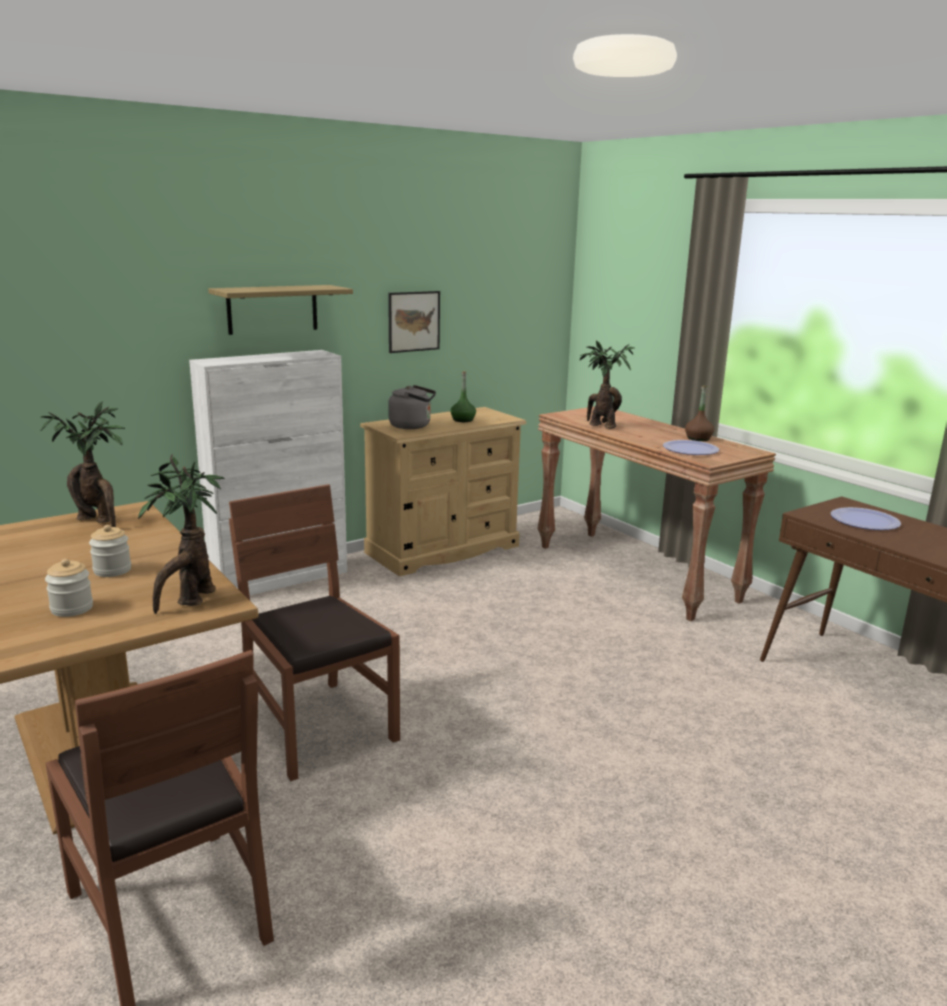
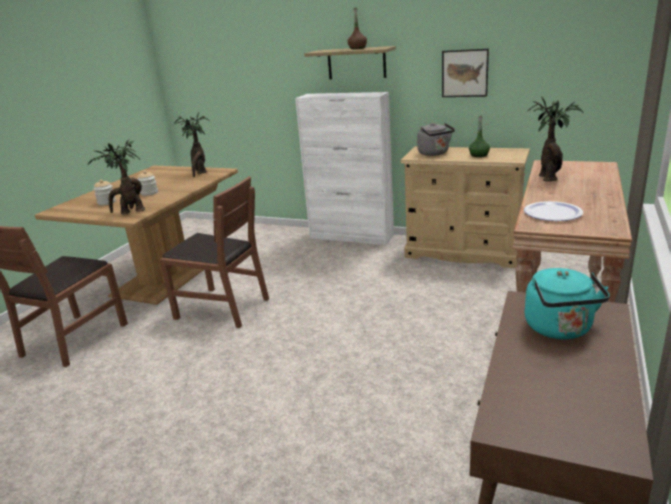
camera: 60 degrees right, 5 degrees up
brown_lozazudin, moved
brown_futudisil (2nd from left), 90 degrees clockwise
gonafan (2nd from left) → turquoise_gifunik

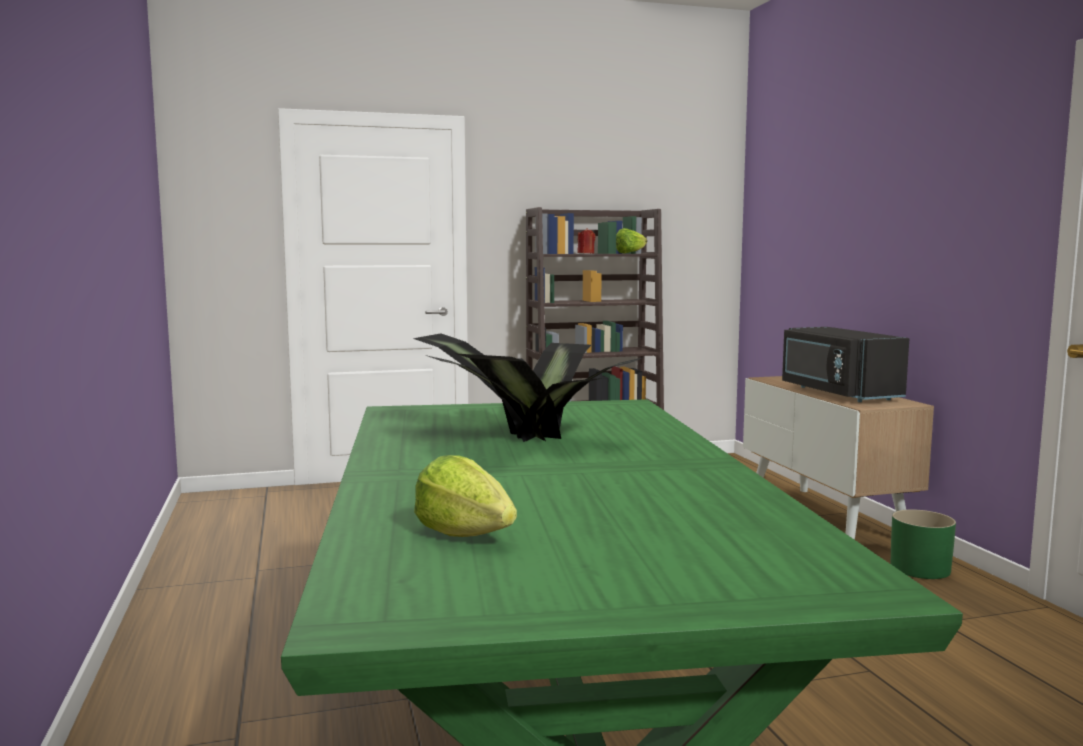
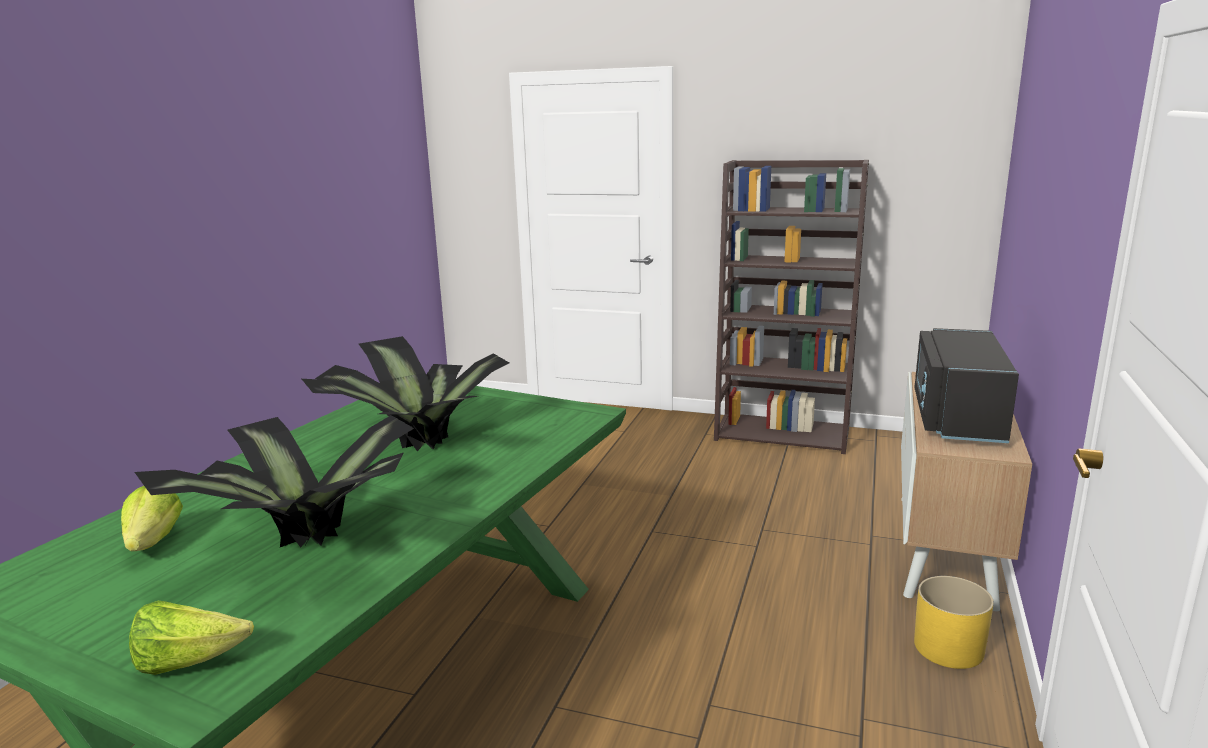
camera: 35 degrees right, 10 degrees up
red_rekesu → -
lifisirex (2nd from left), moved
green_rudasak → yellow_rudasak
- → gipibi (1st from left)

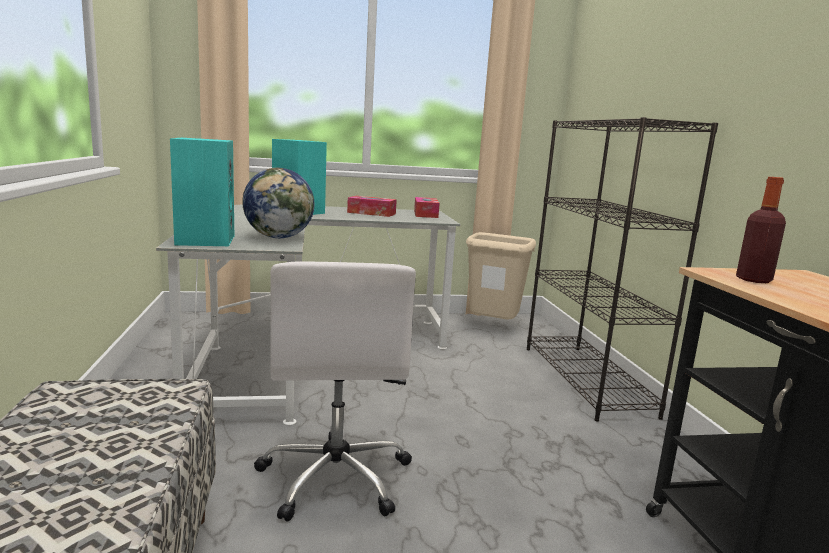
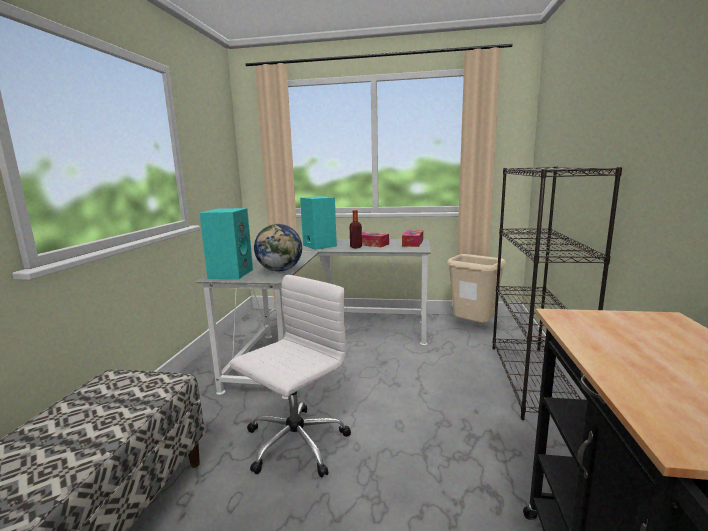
camera: 20 degrees right, 0 degrees up
lozazudin, moved
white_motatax, 150 degrees counterclockwise

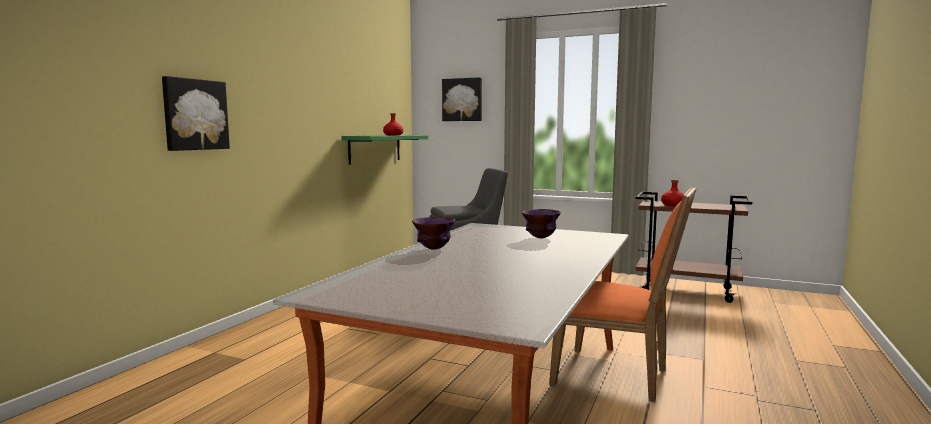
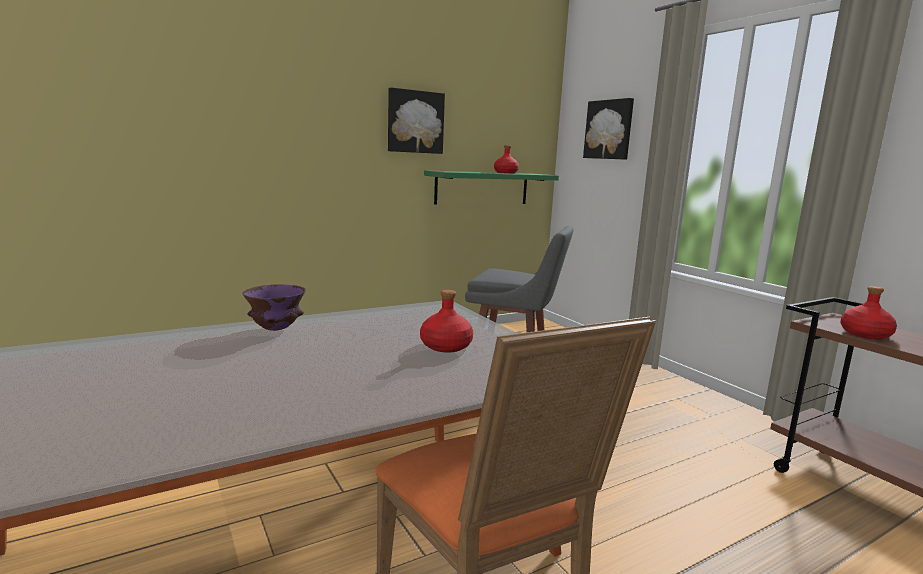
camera: 35 degrees right, 5 degrees up
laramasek (1st from left), moved
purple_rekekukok (2nd from left) → red_lozazudin (1st from left)

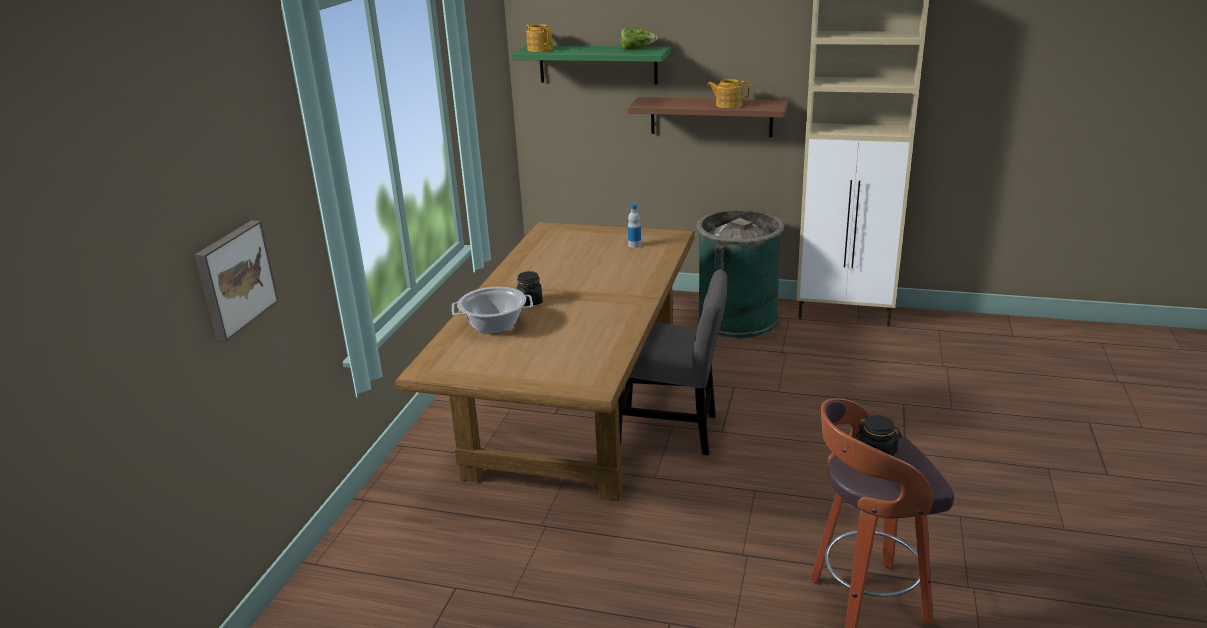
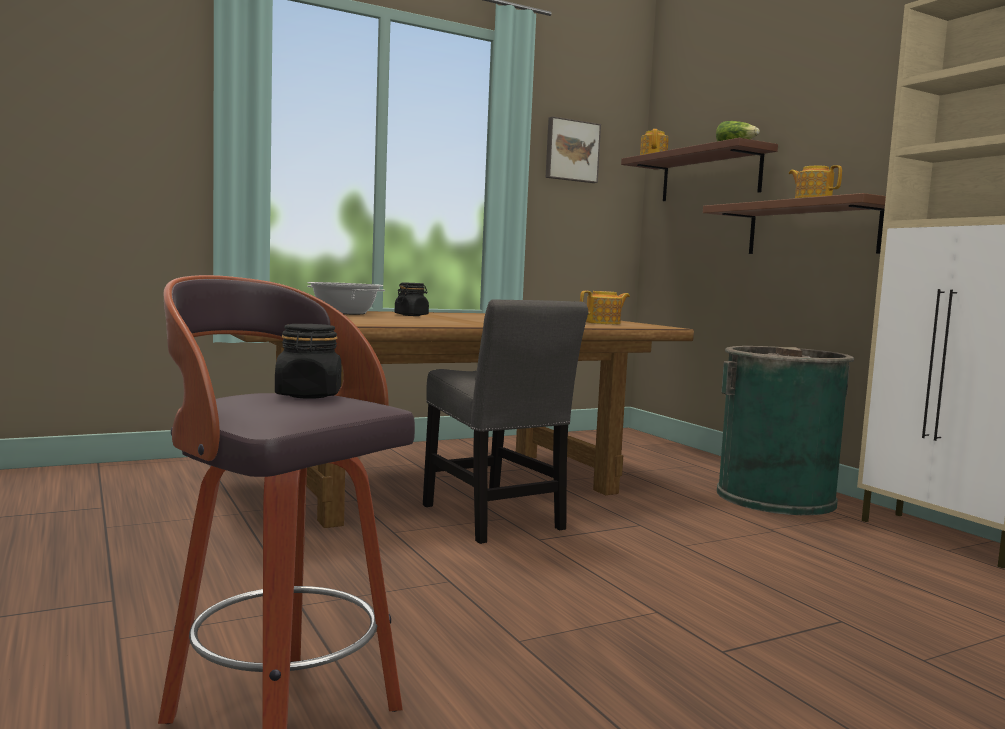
camera: 45 degrees right, 20 degrees down
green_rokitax → brown_rokitax (1st from left)
lozazudin → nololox (1st from left)
laramasek, moved

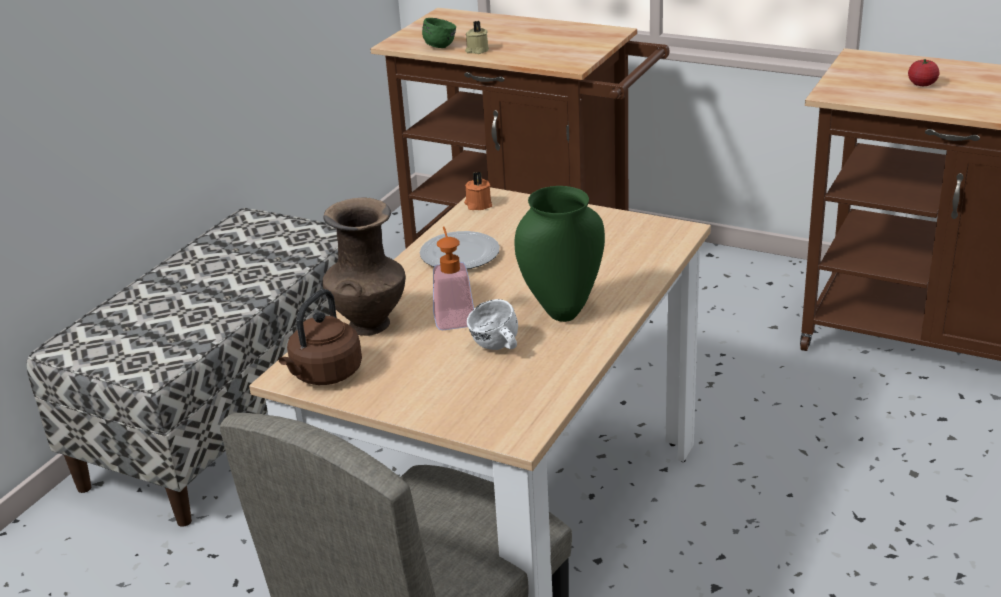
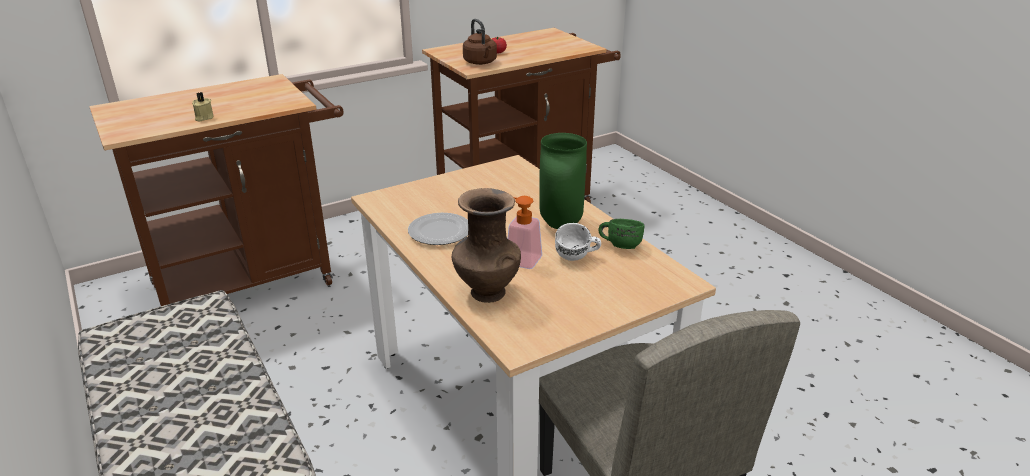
camera: 60 degrees left, 0 degrees up
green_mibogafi, moved
orange_rekesu → -
brown_gifunik, moved

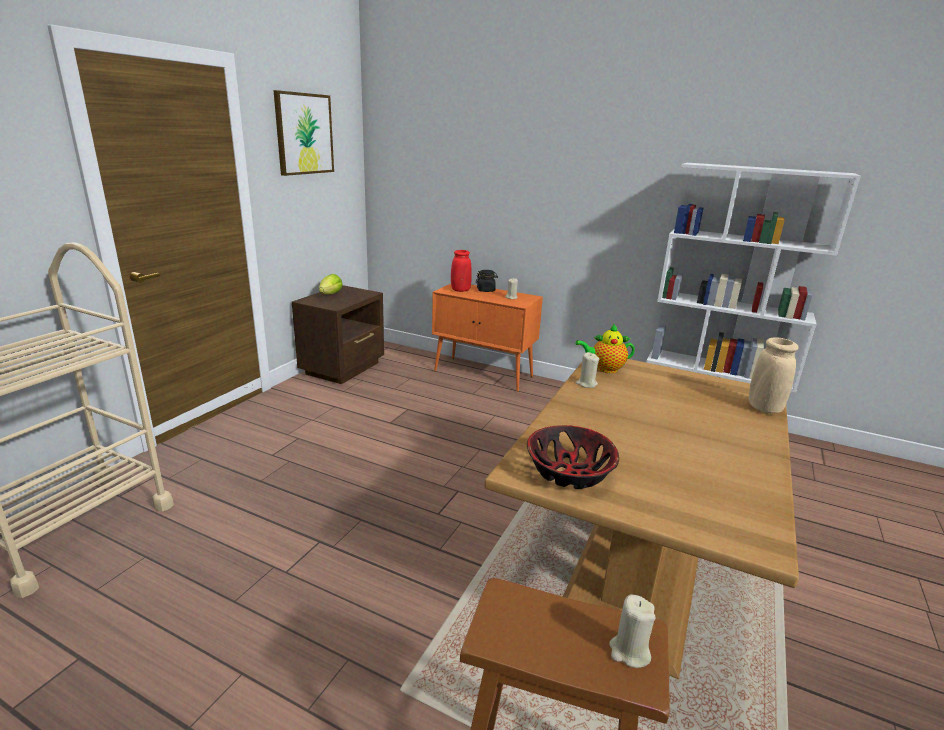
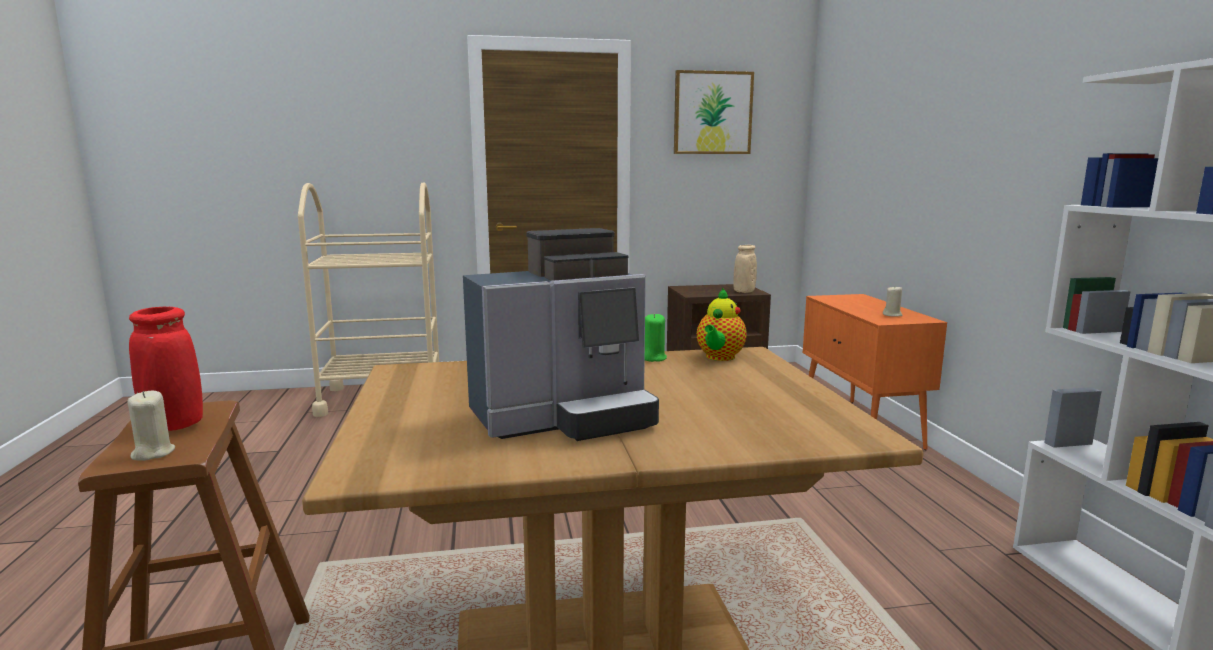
camera: 55 degrees right, 10 degrees down
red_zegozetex, moved
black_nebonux → -
lifisirex → -
nololox, 120 degrees counterclockwise
beige_zegozetex, moved
beige_rekesu (2nd from left) → green_rekesu
rekekukok → -
- → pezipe

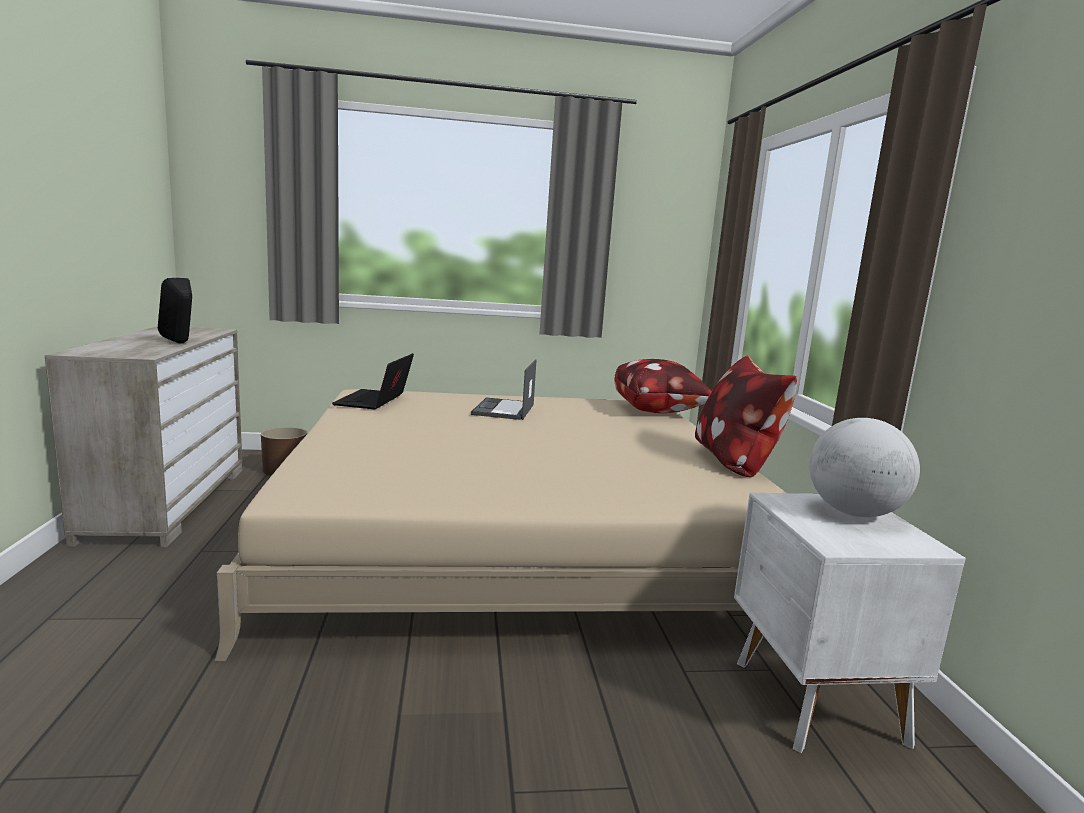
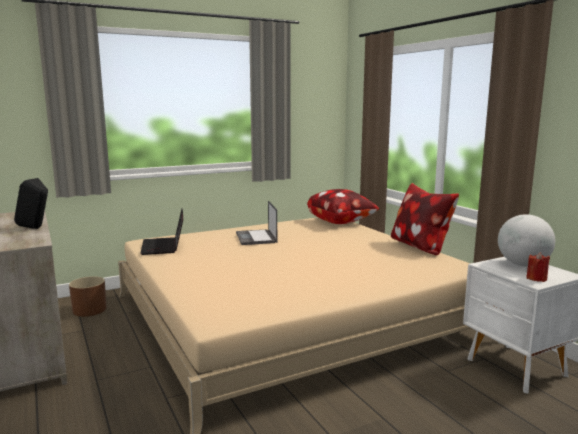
camera: 20 degrees left, 0 degrees up
- → red_rekesu

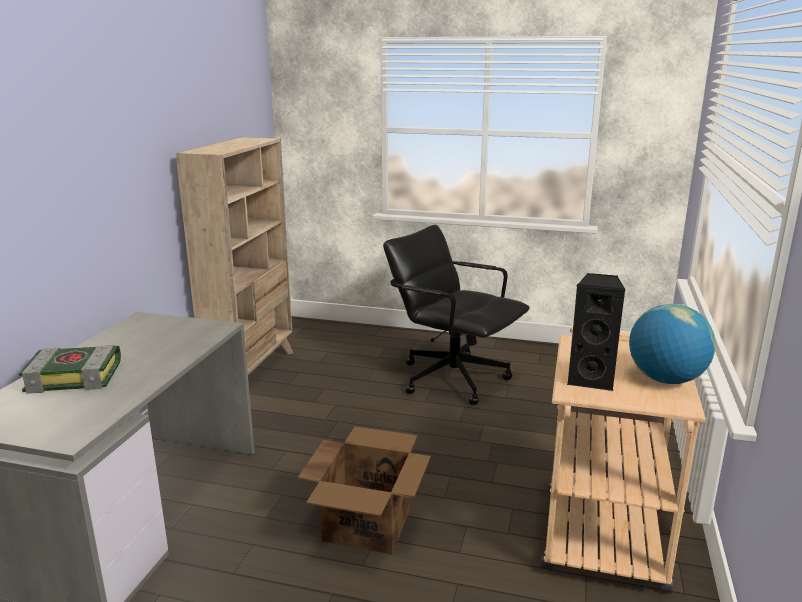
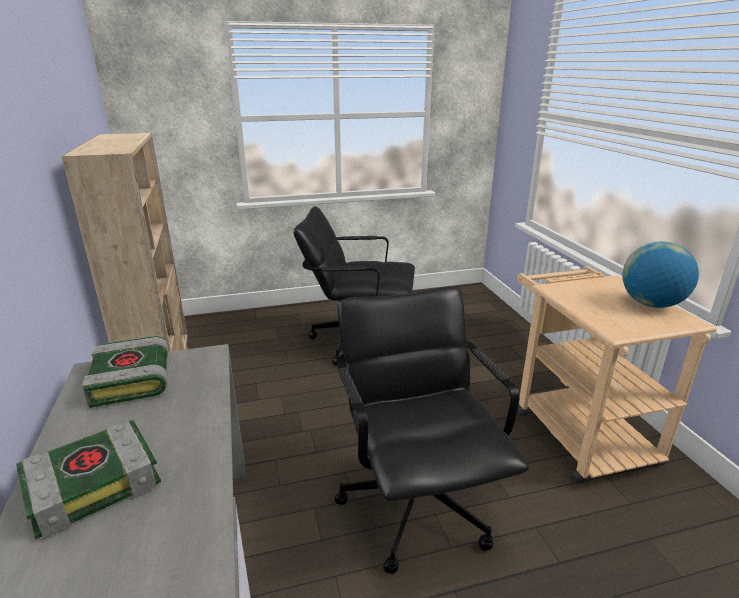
camera: 30 degrees left, 5 degrees up
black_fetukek → -
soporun → black_motatax (2nd from left)
- → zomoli (2nd from left)

